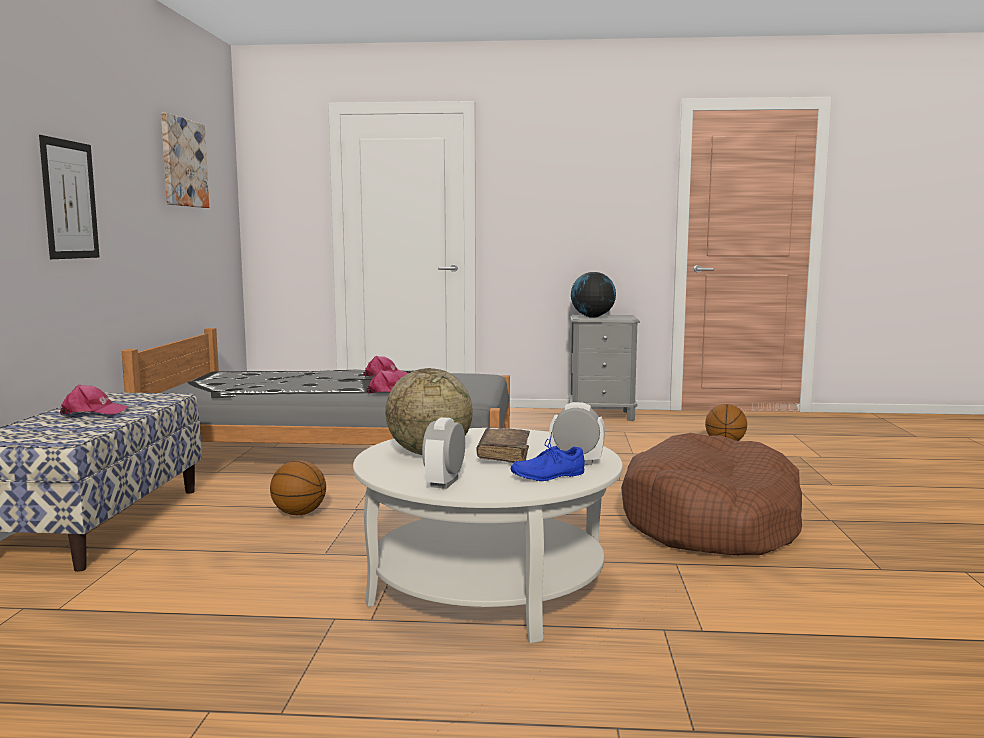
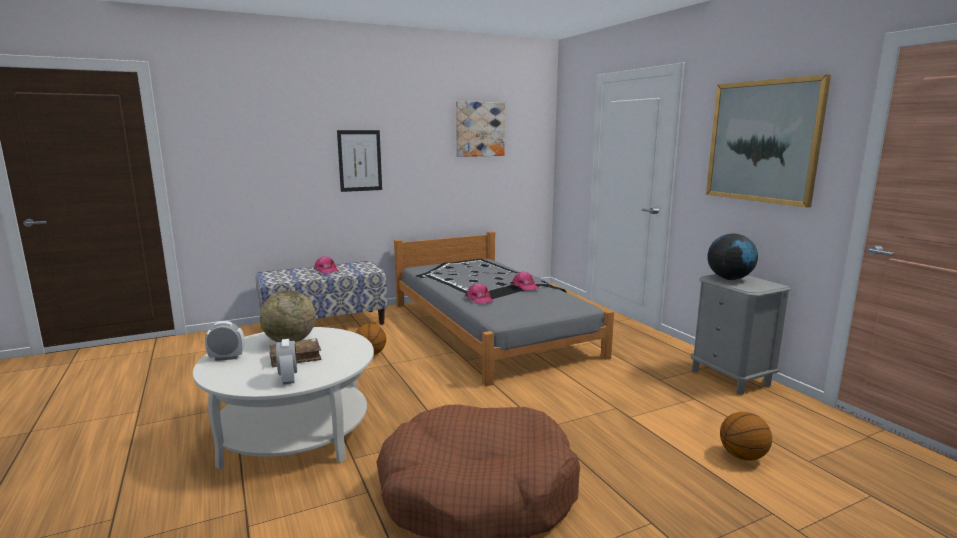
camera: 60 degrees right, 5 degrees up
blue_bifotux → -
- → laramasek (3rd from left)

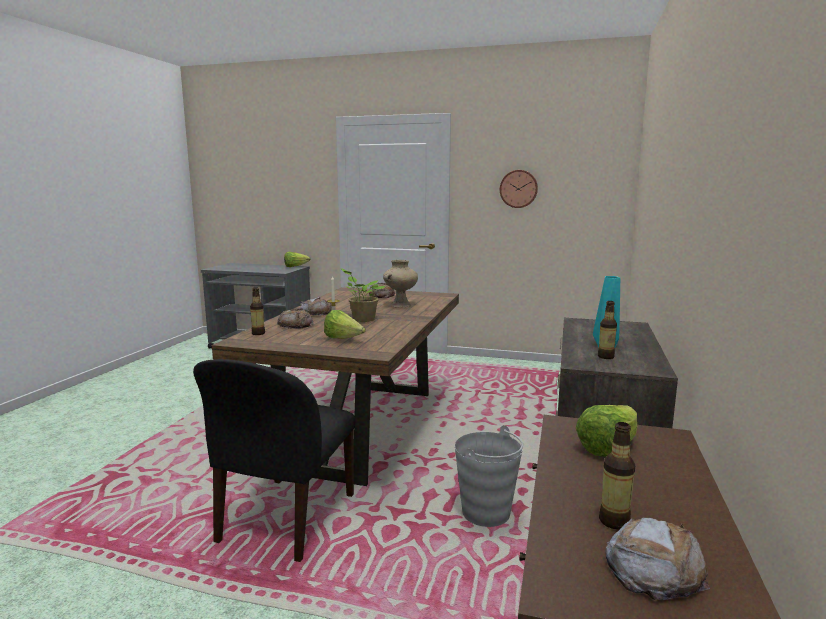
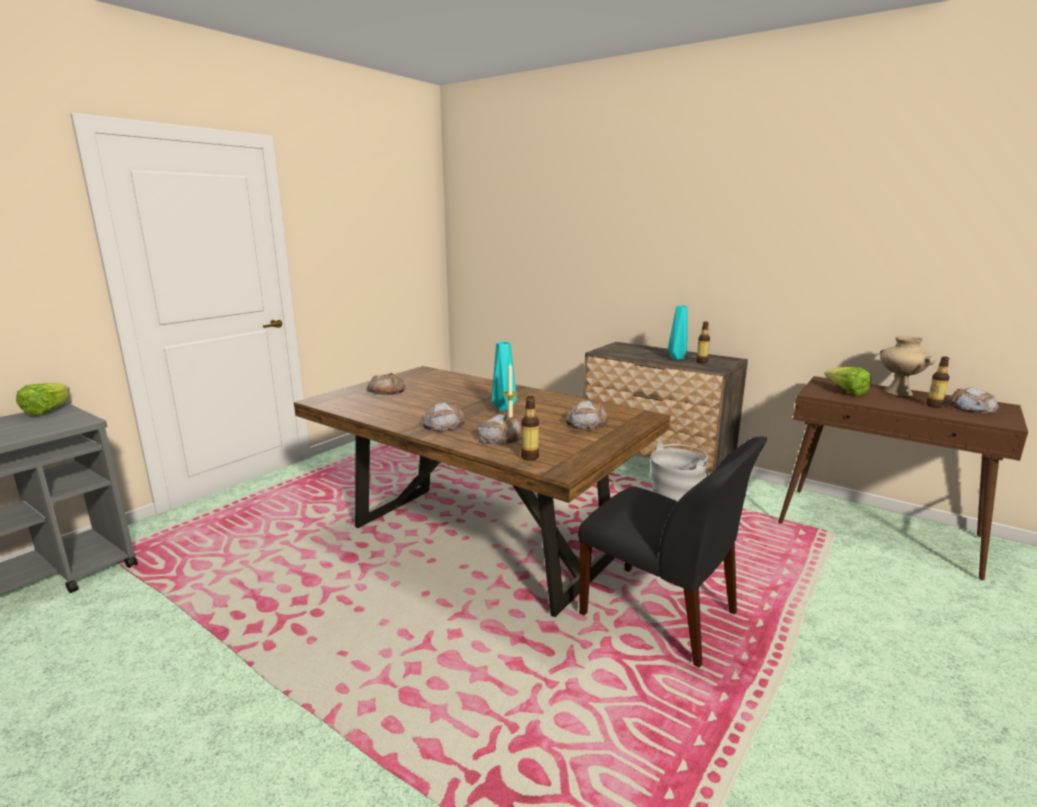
camera: 70 degrees left, 5 degrees up
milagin → -
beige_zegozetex, moved
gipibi → turquoise_zegozetex (1st from left)
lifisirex (2nd from left) → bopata (4th from left)

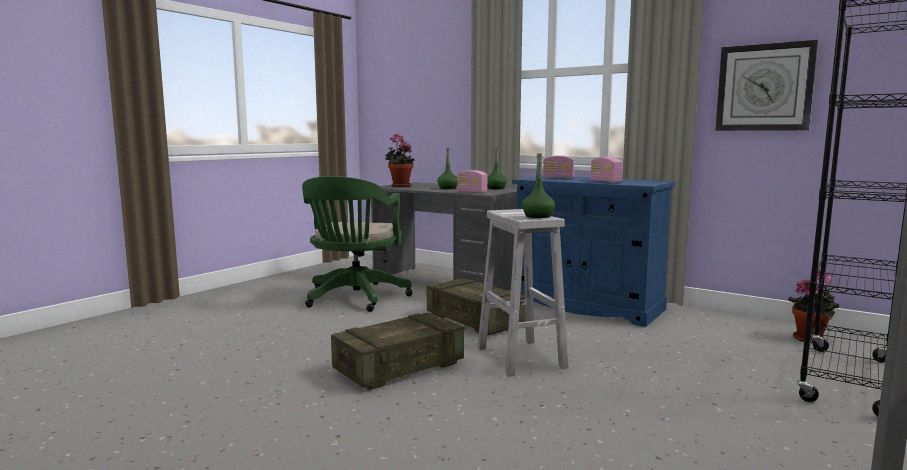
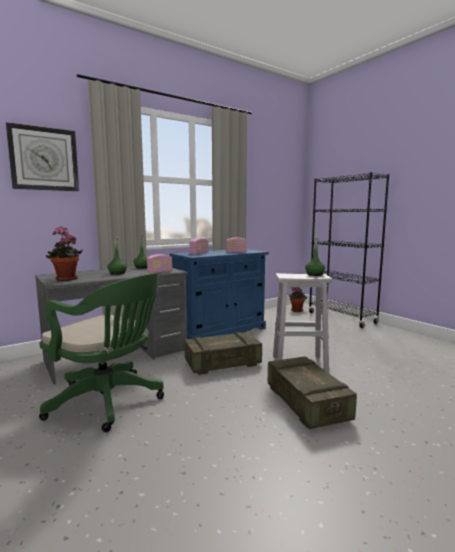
camera: 70 degrees left, 0 degrees up
milagin, moved

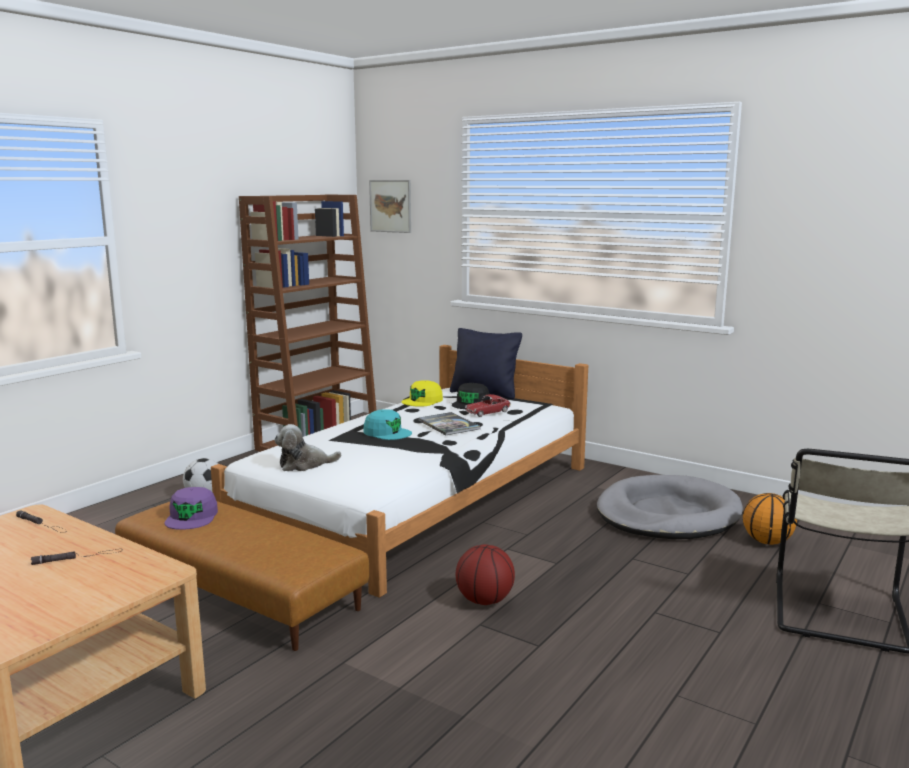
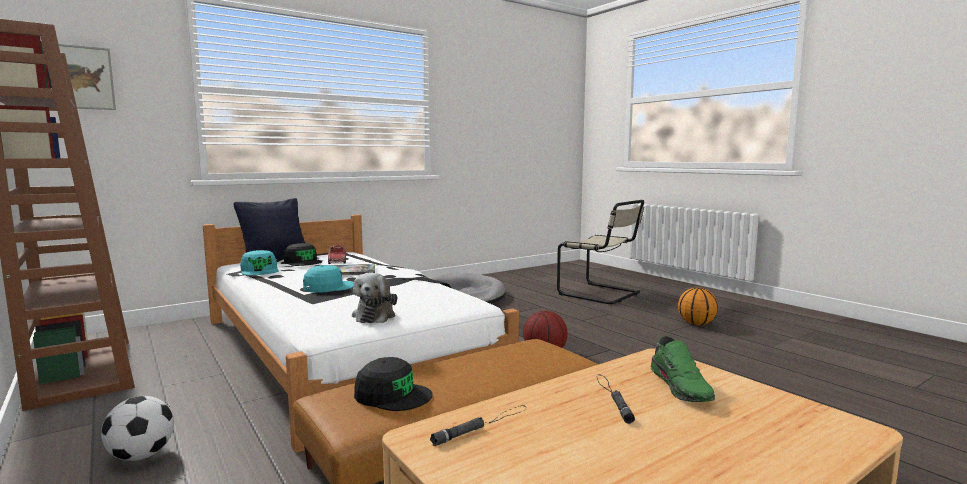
camera: 70 degrees left, 5 degrees down
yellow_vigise → turquoise_vigise (1st from left)
purple_vigise → black_vigise (2nd from left)
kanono (2nd from left), moved
- → green_bifotux

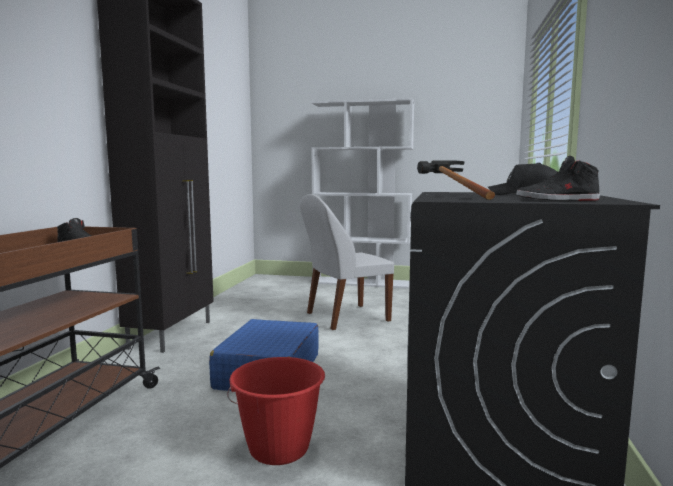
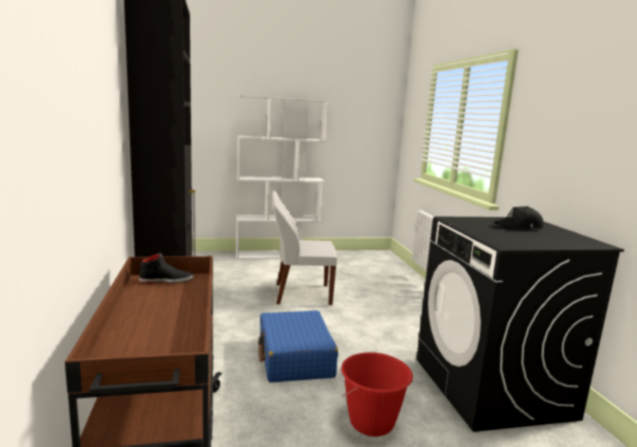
camera: 25 degrees left, 5 degrees up
black_bifotux (2nd from left) → -
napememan → -
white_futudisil, 45 degrees clockwise

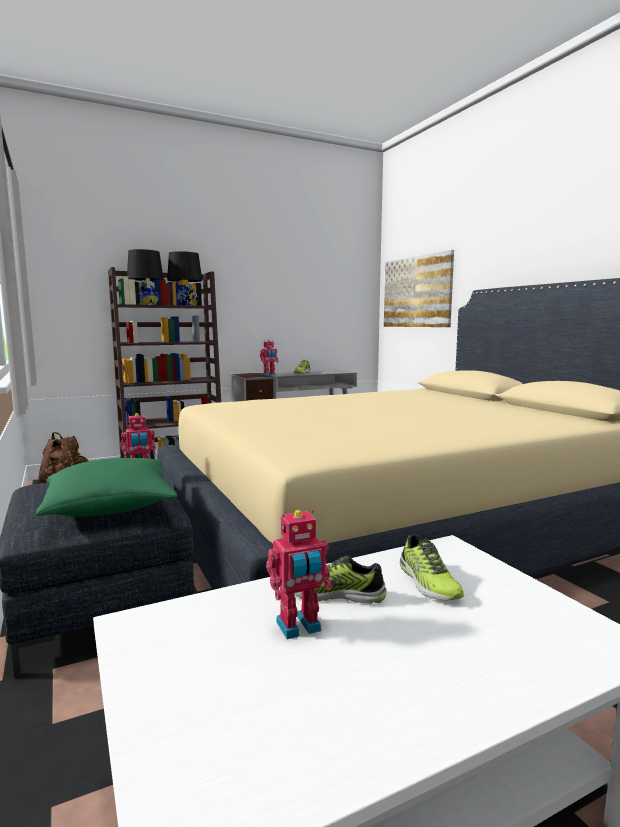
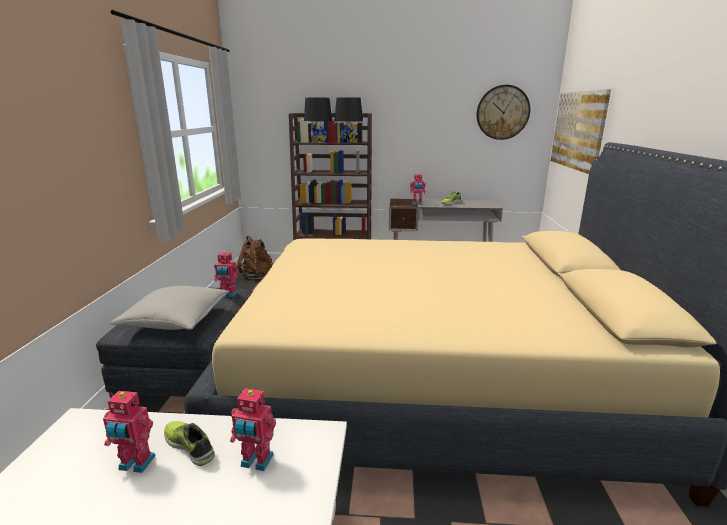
camera: 30 degrees right, 10 degrees up
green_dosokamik → grey_dosokamik
bifotux (3rd from left) → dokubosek (3rd from left)
- → milagin

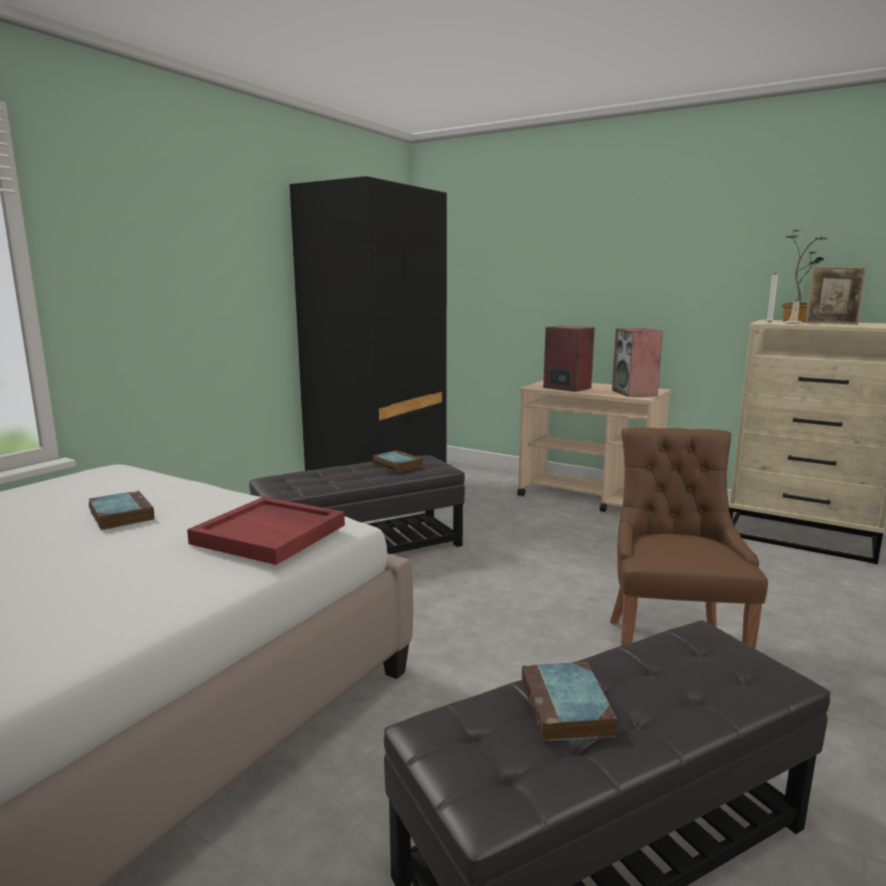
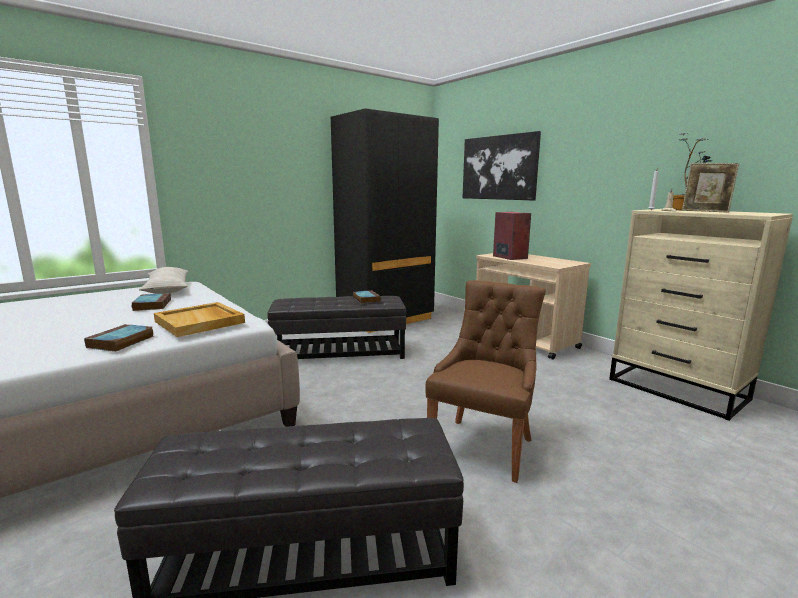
camera: 20 degrees right, 0 degrees up
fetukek (2nd from left) → -
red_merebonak → beige_merebonak
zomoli (3rd from left in the first image) → zomoli (1st from left), moved
- → laramasek
- → beige_dosokamik

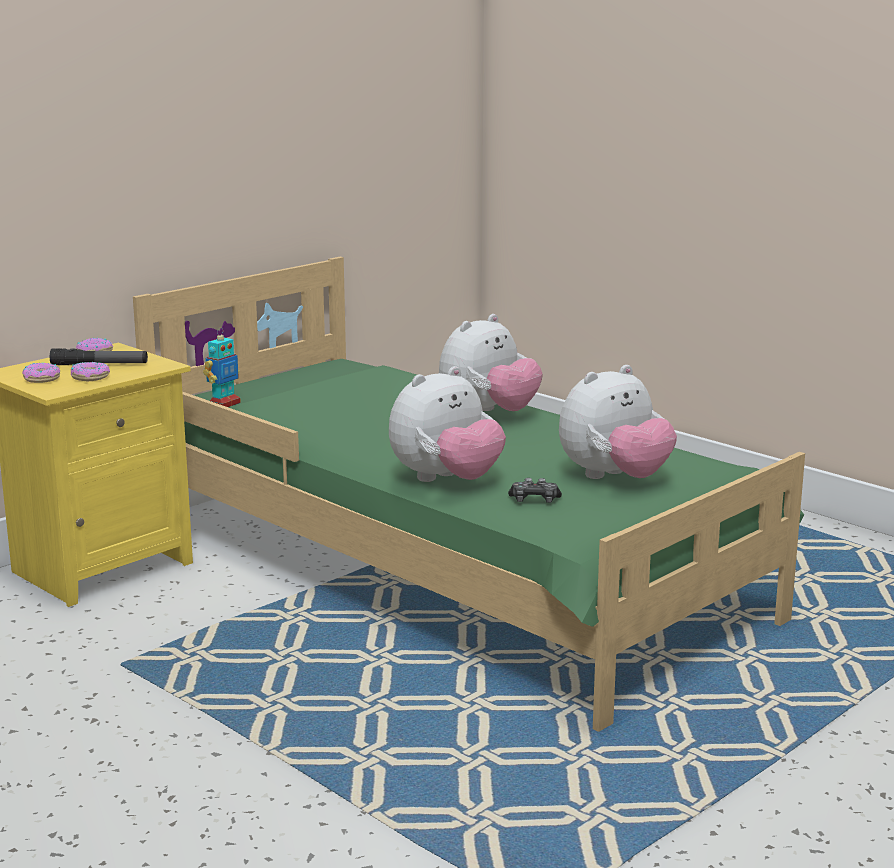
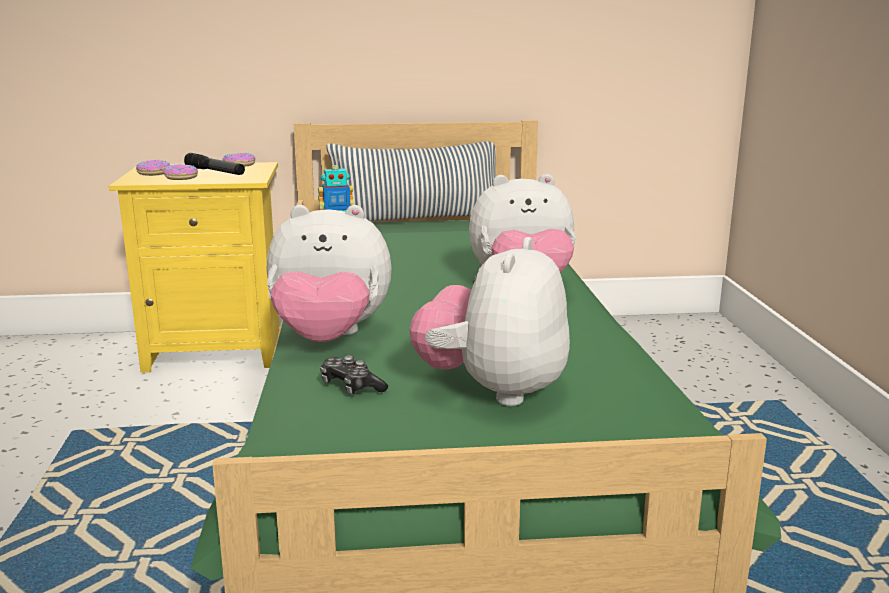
camera: 40 degrees right, 0 degrees up
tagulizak (3rd from left in the first image) → tagulizak (2nd from left), 105 degrees clockwise
- → dosokamik

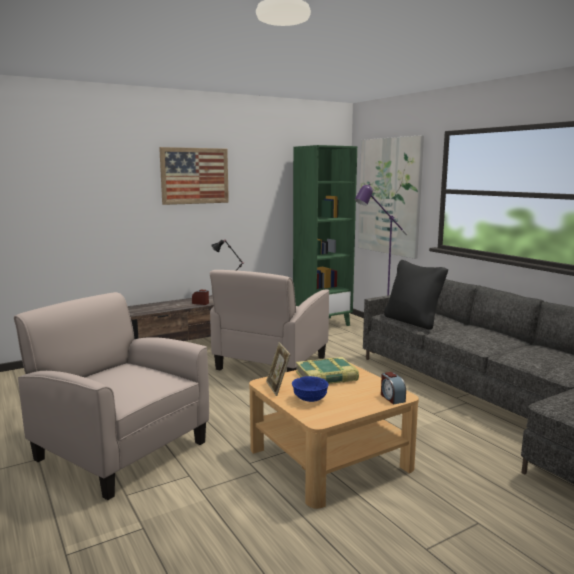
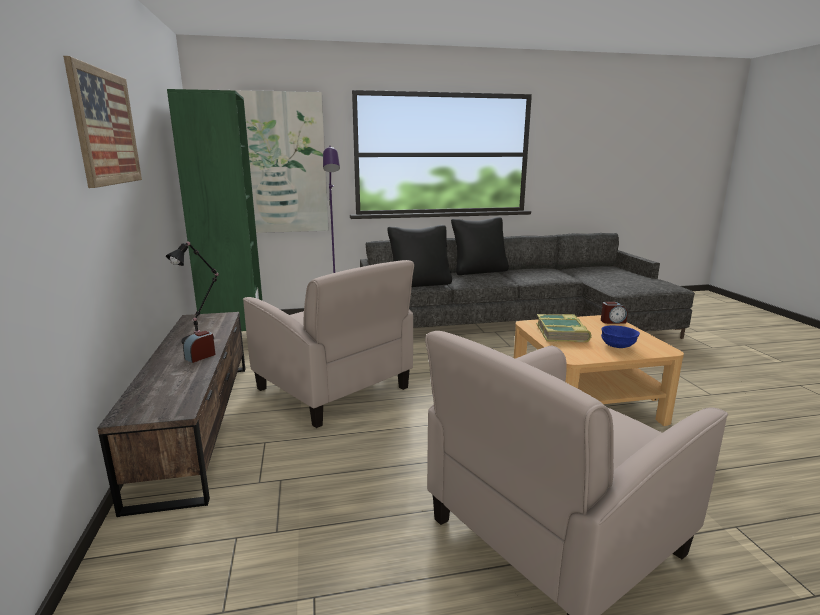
camera: 70 degrees left, 5 degrees up
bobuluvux → -
- → black_dosokamik (2nd from left)

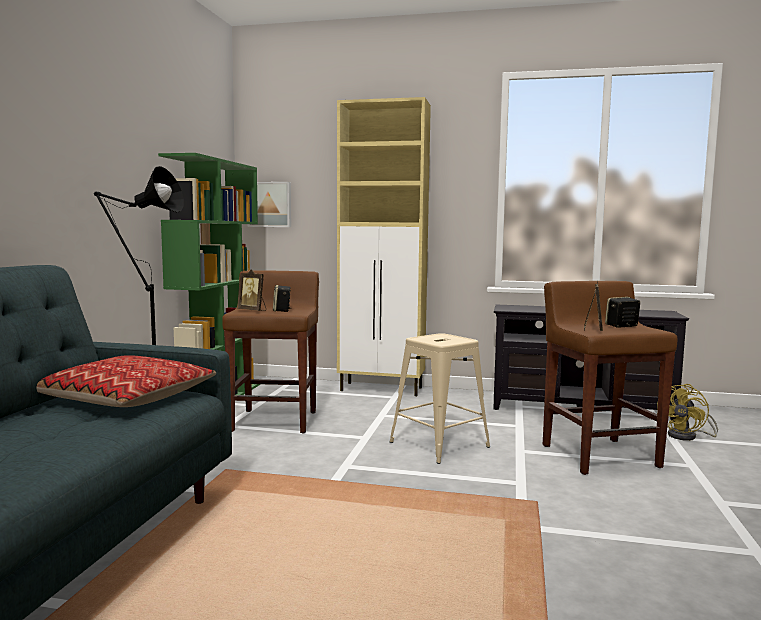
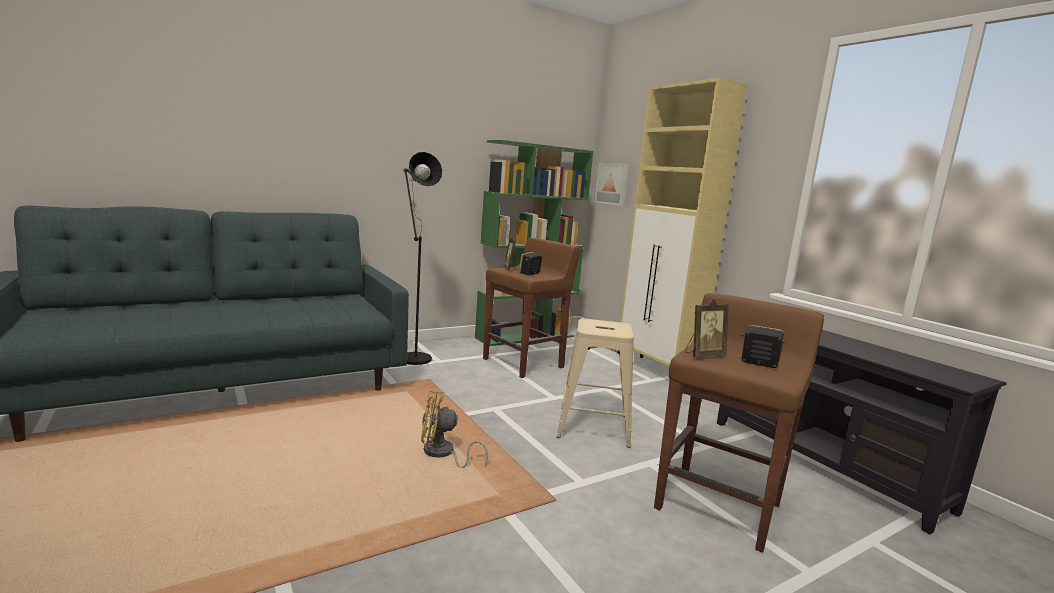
camera: 45 degrees right, 5 degrees up
dosokamik → -
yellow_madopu, moved

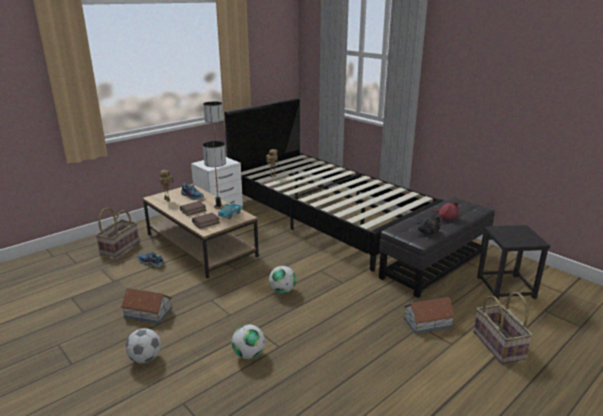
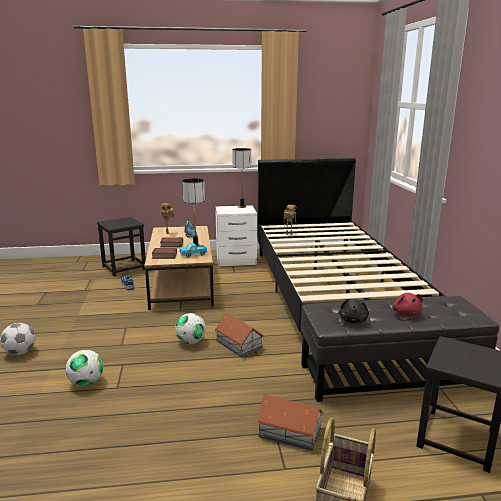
camera: 35 degrees right, 5 degrees down
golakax (1st from left) → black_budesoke (1st from left)
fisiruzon (1st from left), moved

